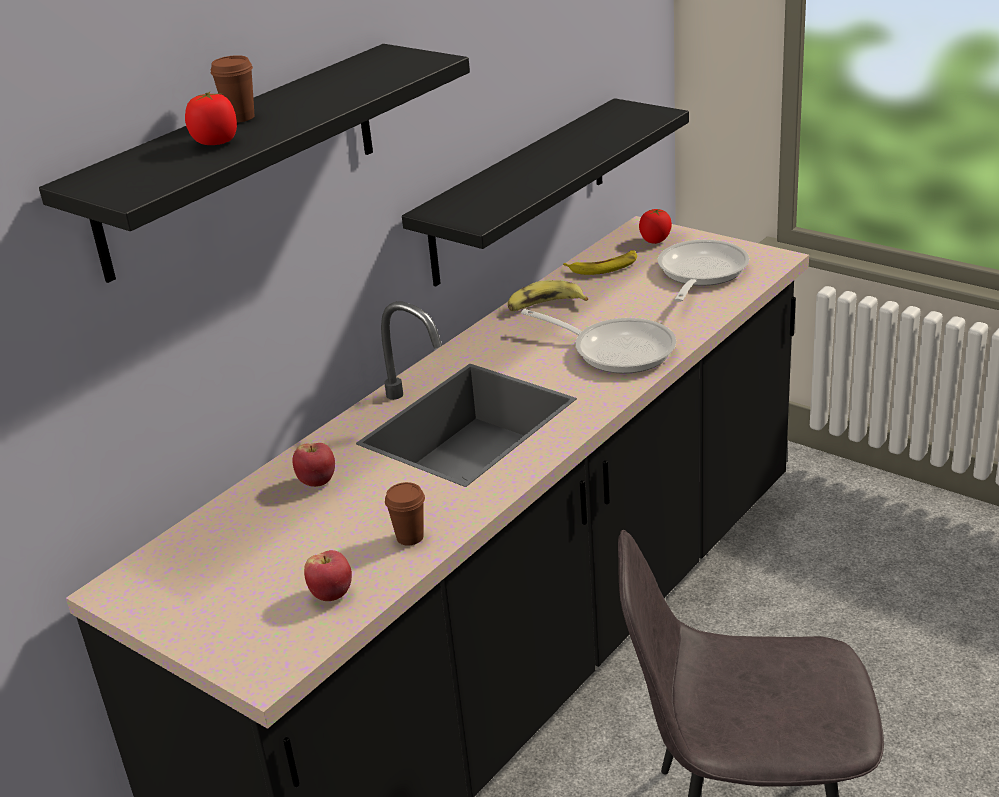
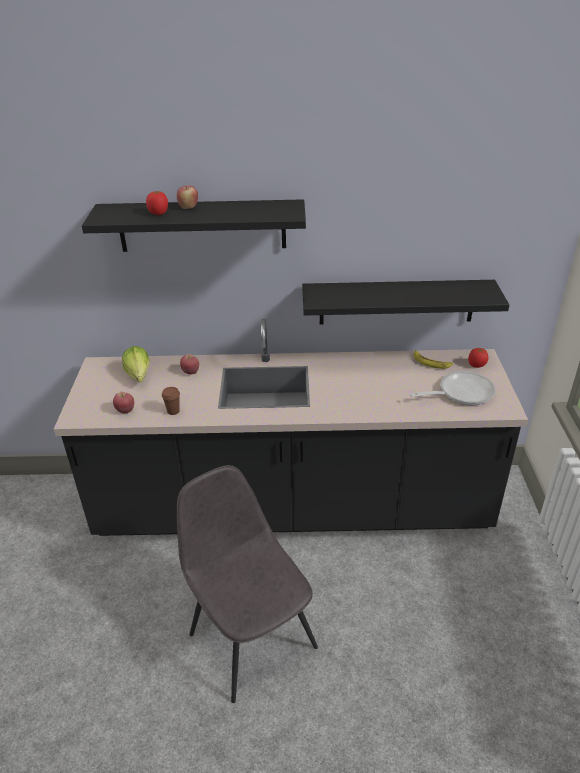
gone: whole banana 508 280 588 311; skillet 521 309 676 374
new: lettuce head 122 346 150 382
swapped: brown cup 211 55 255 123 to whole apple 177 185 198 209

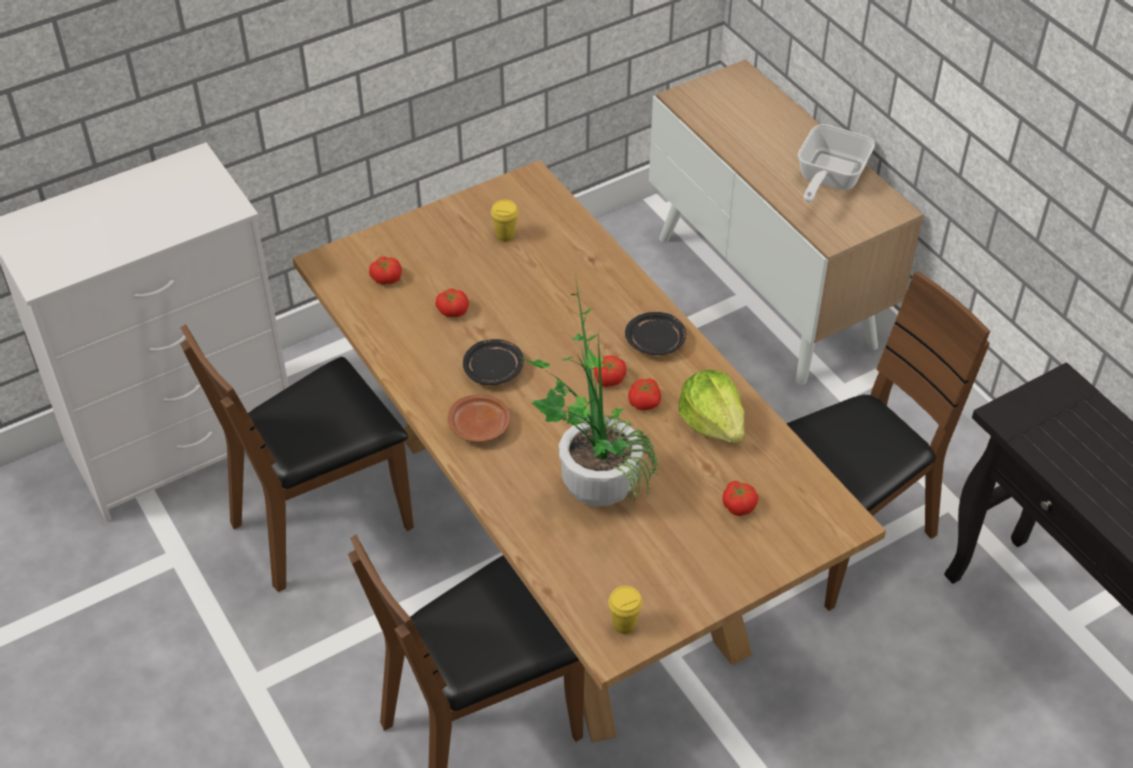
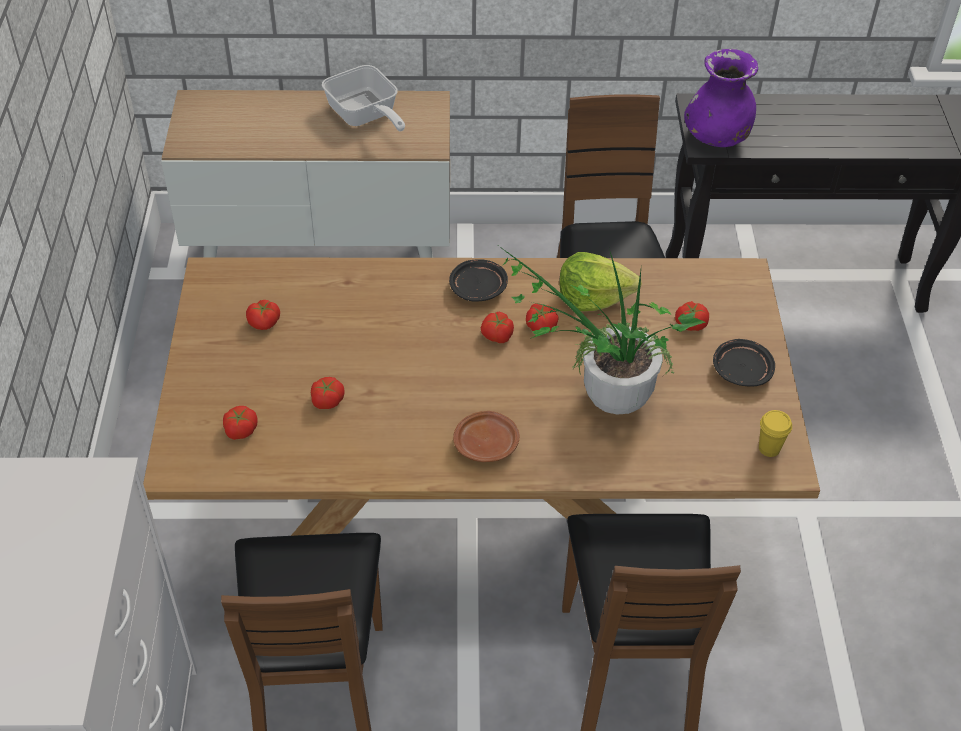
new: purple flower vase 684 49 758 147
shifted: black-coloured plate 463 339 524 385 to 713 339 775 387
swapped: yellow-coloured cup 491 199 518 242 to whole tomato 246 300 280 330

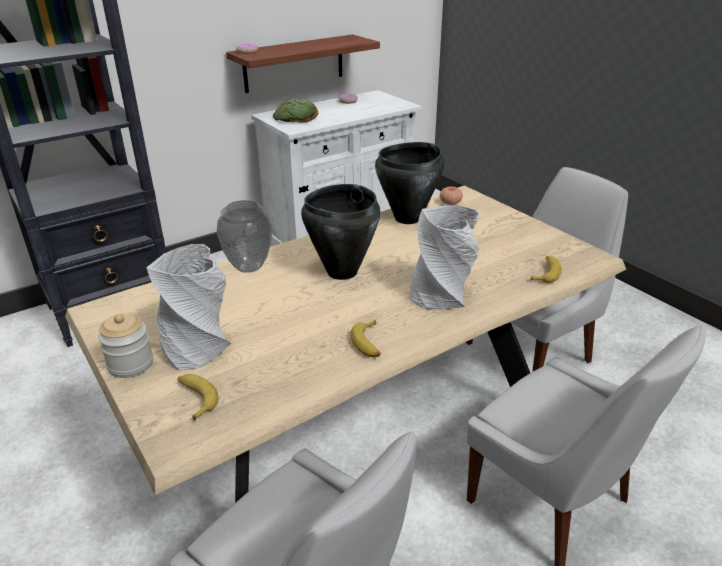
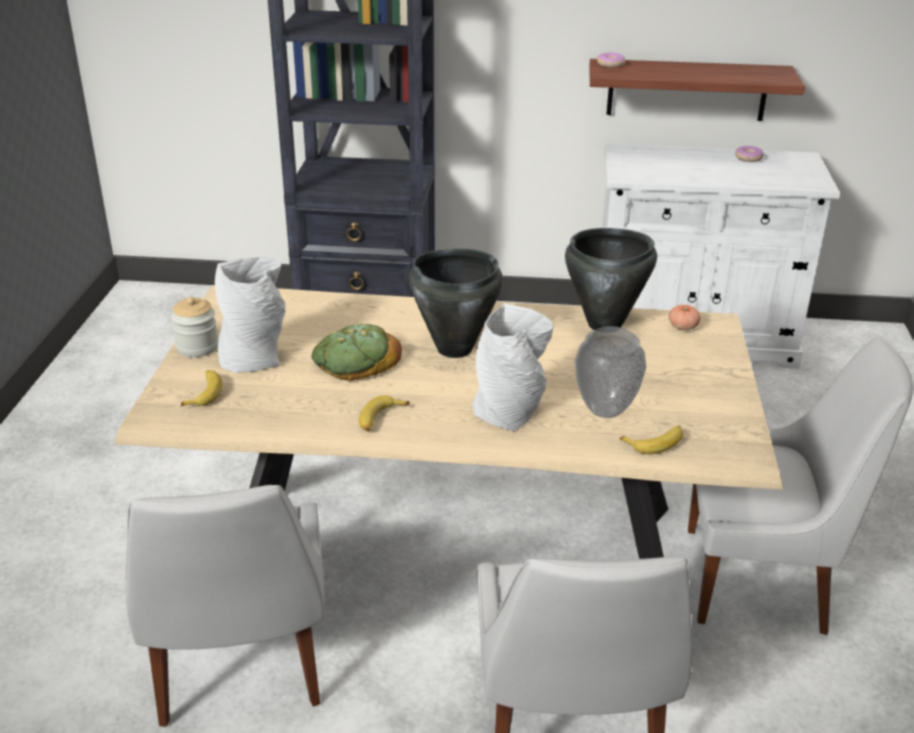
shifted: bakery bread 273 99 318 123 to 311 323 402 381; flower vase 217 200 272 273 to 575 326 646 418

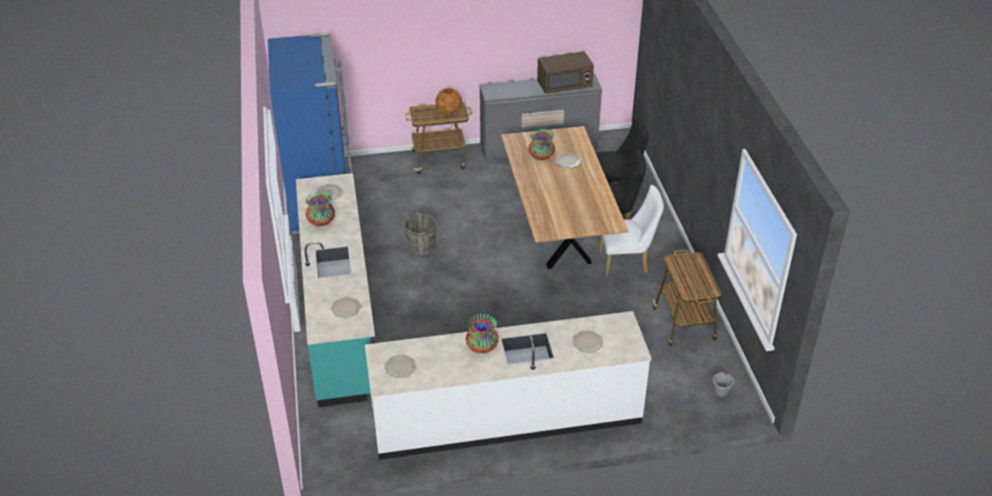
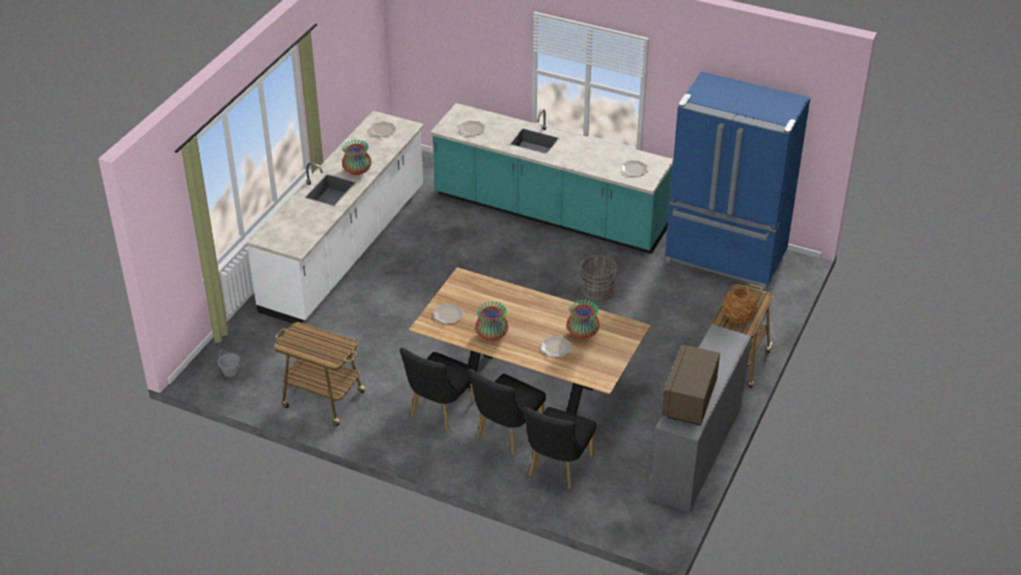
shifted: flower vase 305 191 335 226 to 475 301 508 341; plate 573 331 603 352 to 433 304 464 324
repainted: whitish plain chair 599 185 664 277 to black-coloured plain chair 400 348 477 431

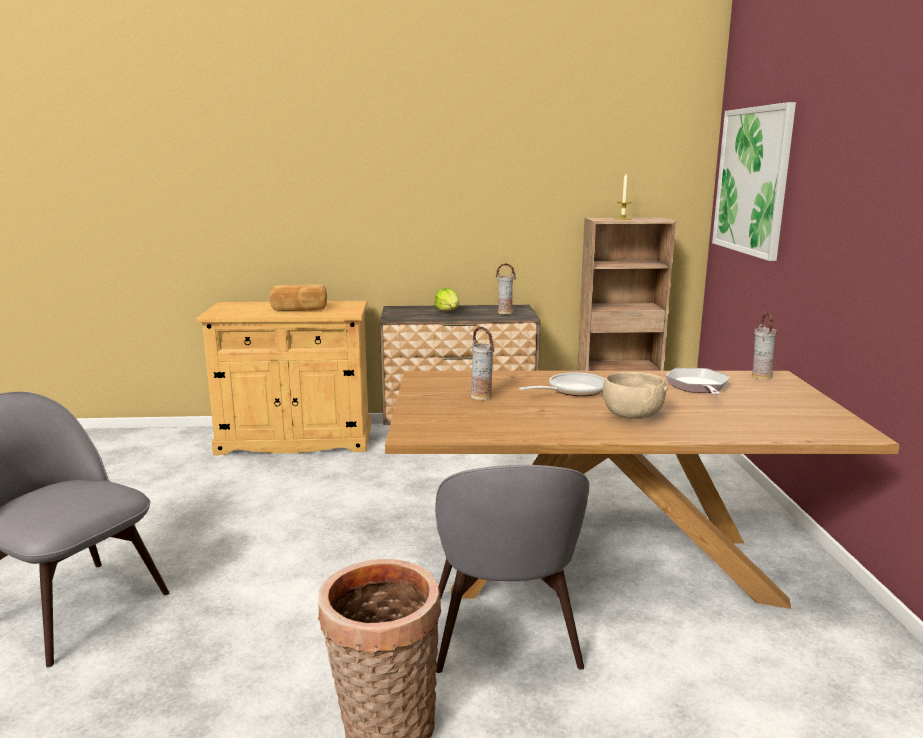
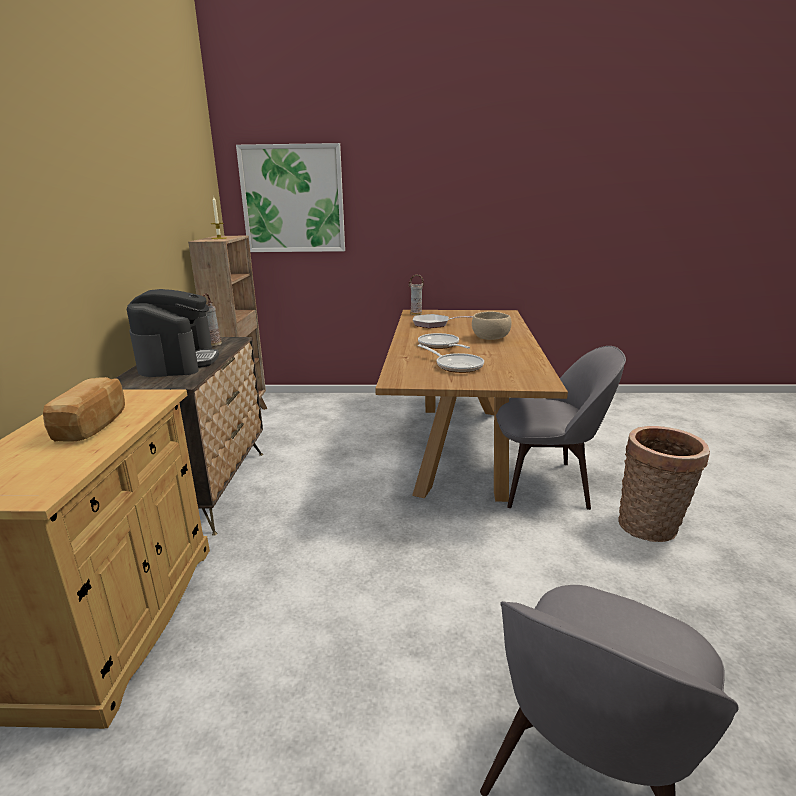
swapped: lettuce head 435 288 460 311 to coffee maker 127 289 219 377; flower vase 471 327 494 400 to skillet 418 344 484 373

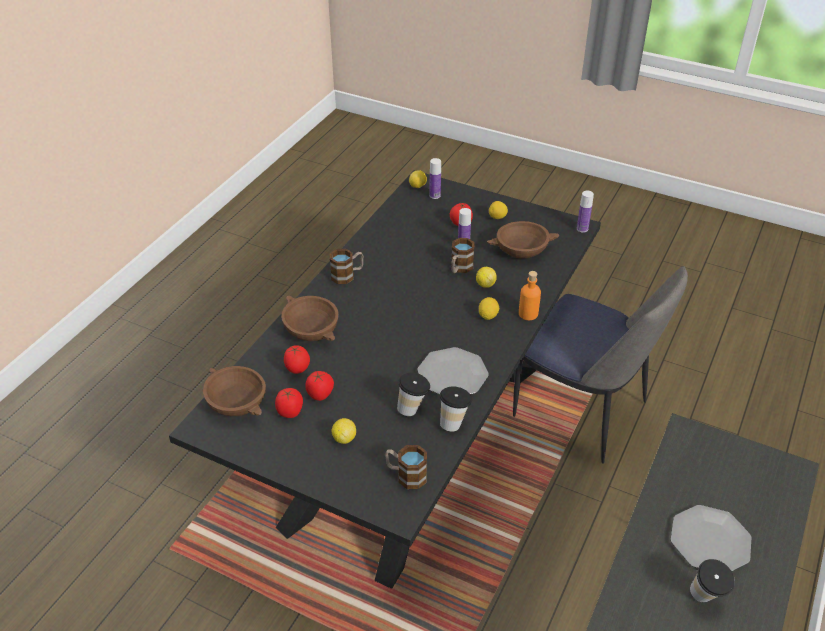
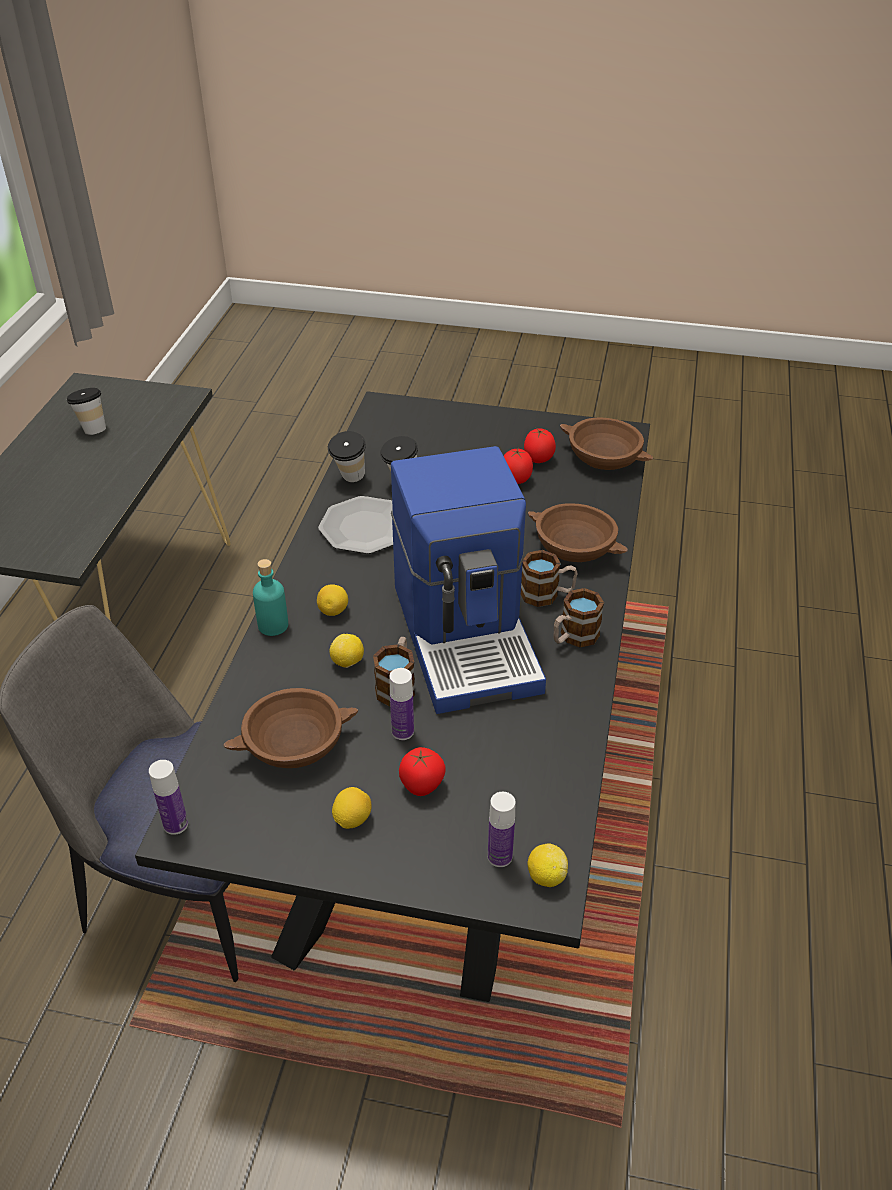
gone: whole tomato 284 345 310 374; citrus fruit 332 418 356 444; plate 671 505 751 571
new: coffee maker 391 446 546 714
shifted: coffee mug 385 445 427 489 to 521 550 578 607
repainted: orange-coloured bottle 519 271 541 320 to turquoise bottle 253 559 288 636

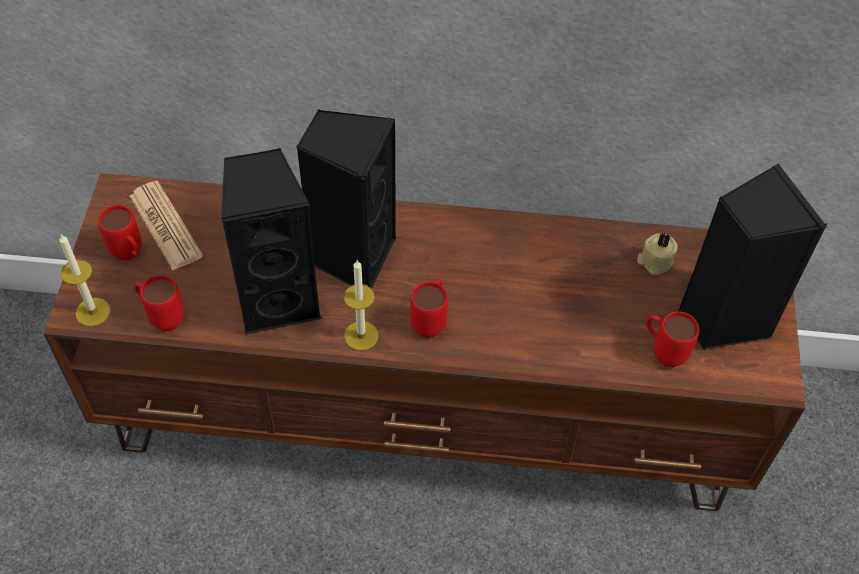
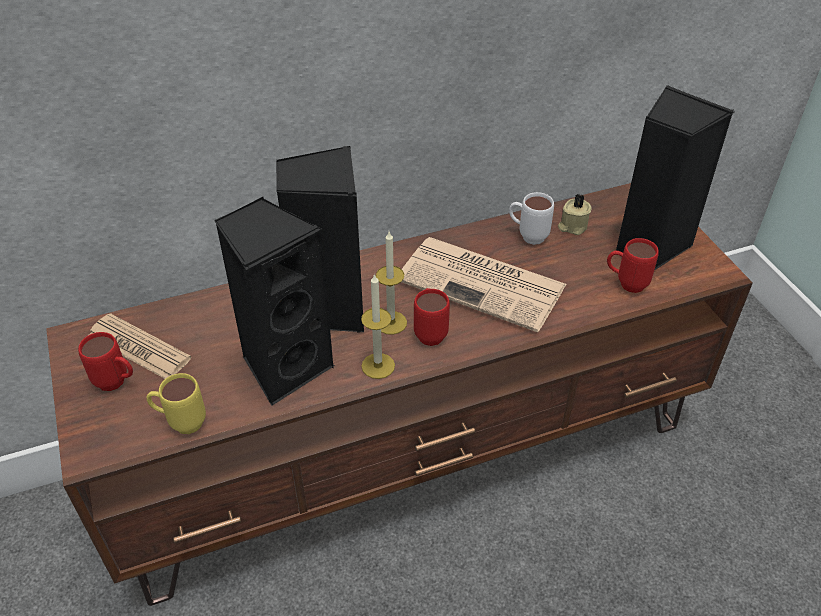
new: whitish coffee mug 509 192 554 245; daily paper 402 237 567 332
shifted: wax light 60 234 110 327 to 376 232 407 335
repainted: red-coloured coffee mug 135 275 185 331 to yellow-coloured coffee mug 147 373 206 434

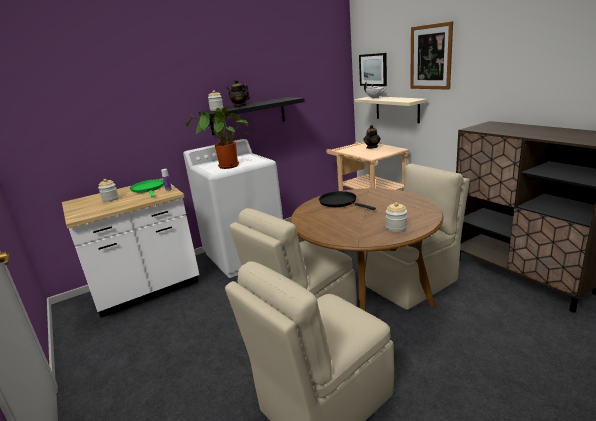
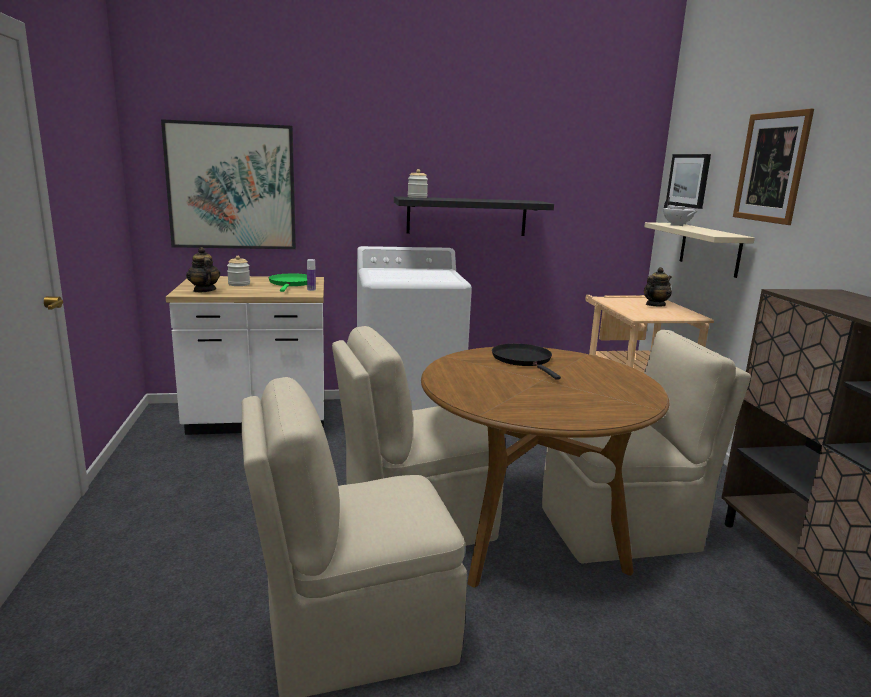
gone: houseplant 185 107 250 169; preserve jar 386 202 407 232
new: wall art 161 119 296 249
shifted: pot for tea 227 79 250 107 to 186 247 220 292

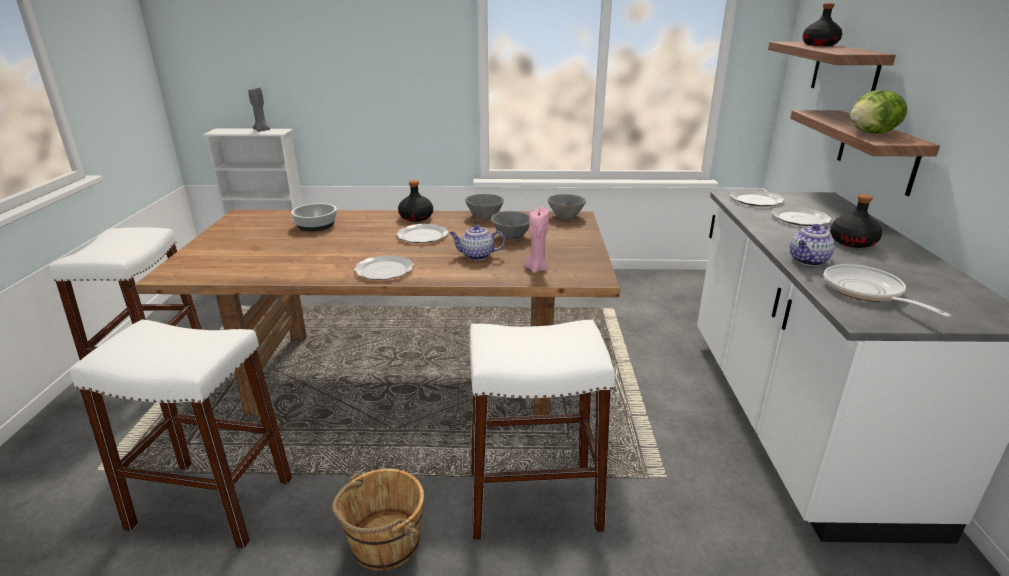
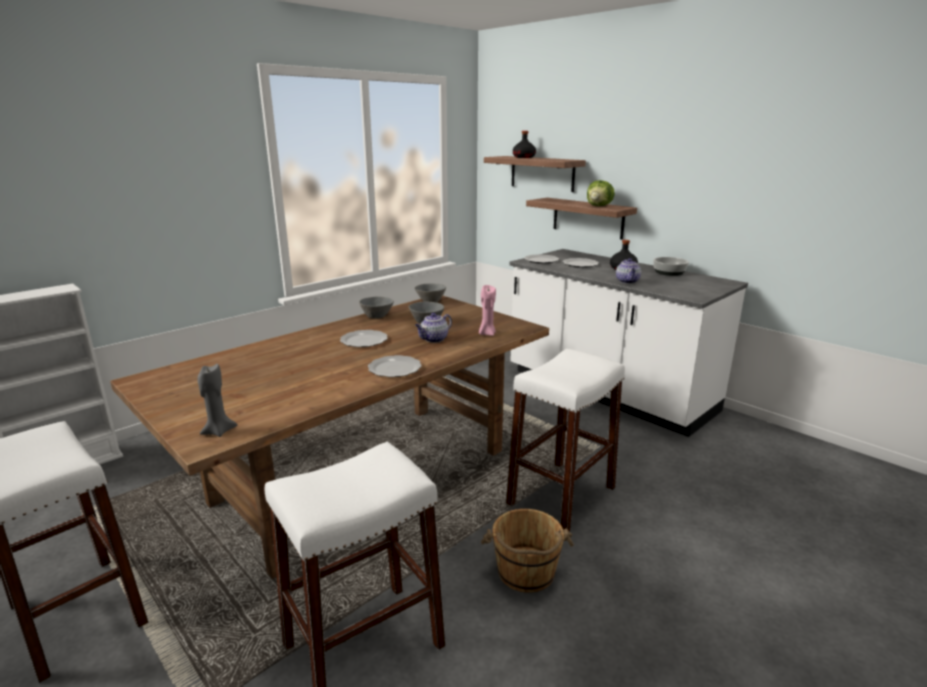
gone: black-coloured bottle 398 180 433 222; skillet 824 264 951 317
shifted: grey wax light 248 87 270 132 to 197 364 237 437; bowl 291 203 337 231 to 653 257 689 276

